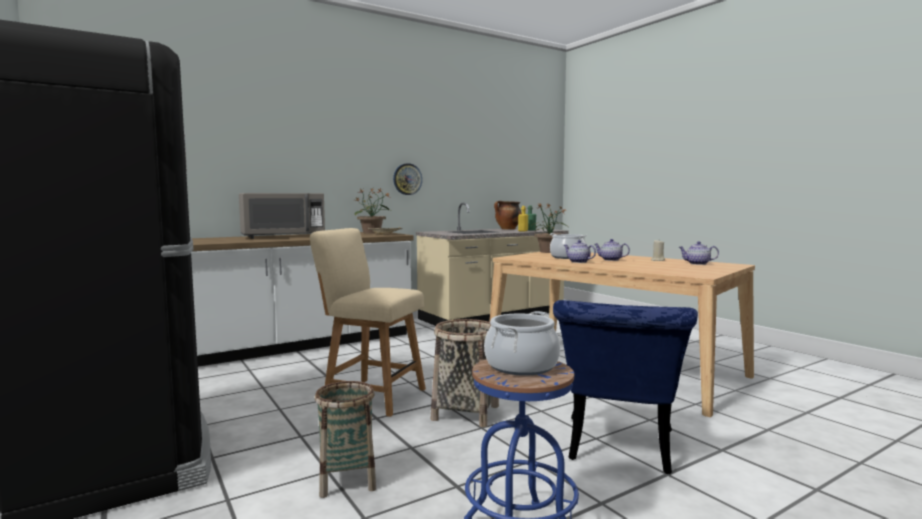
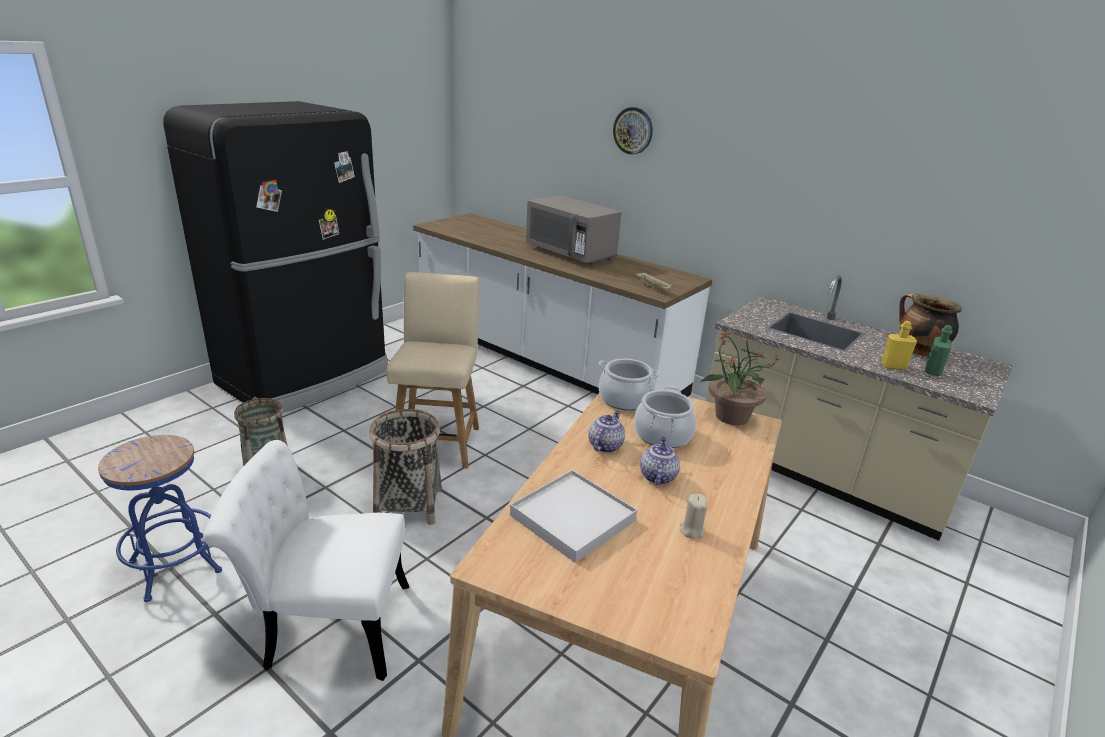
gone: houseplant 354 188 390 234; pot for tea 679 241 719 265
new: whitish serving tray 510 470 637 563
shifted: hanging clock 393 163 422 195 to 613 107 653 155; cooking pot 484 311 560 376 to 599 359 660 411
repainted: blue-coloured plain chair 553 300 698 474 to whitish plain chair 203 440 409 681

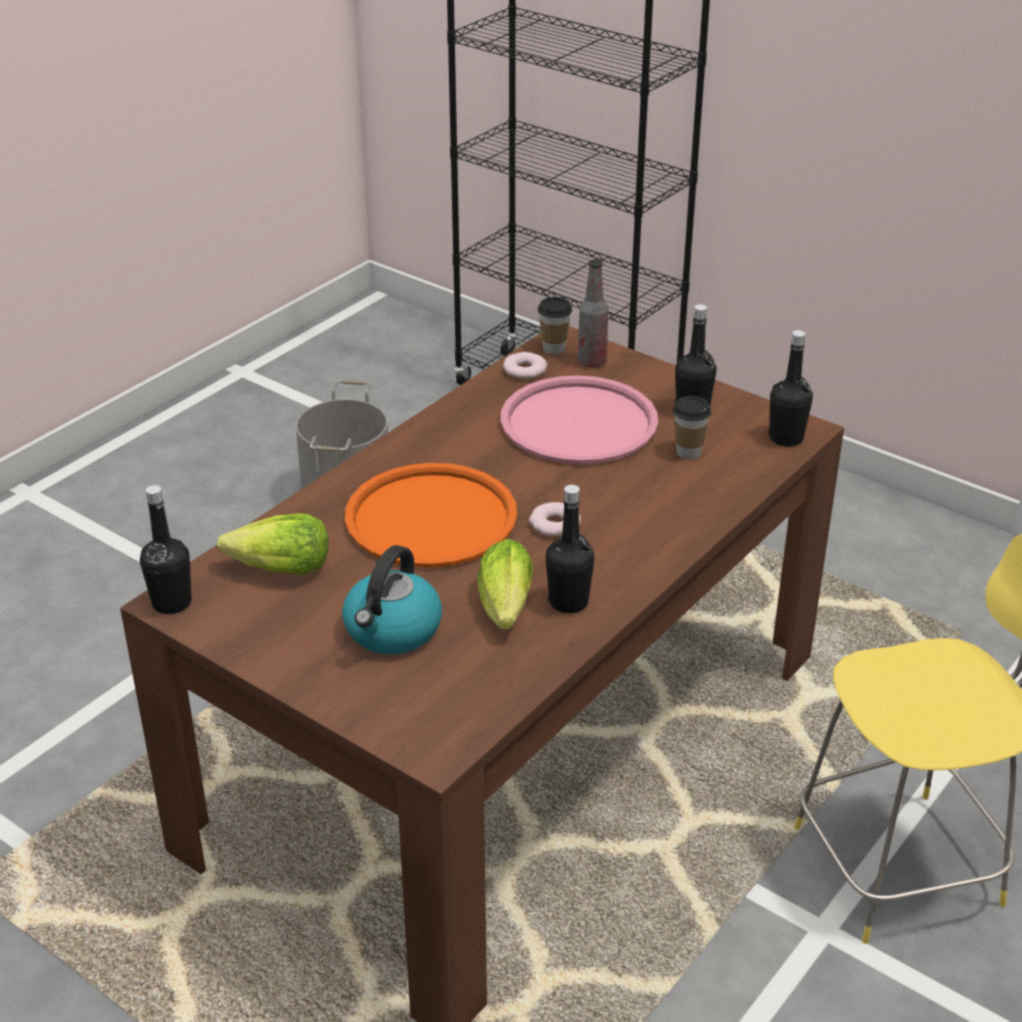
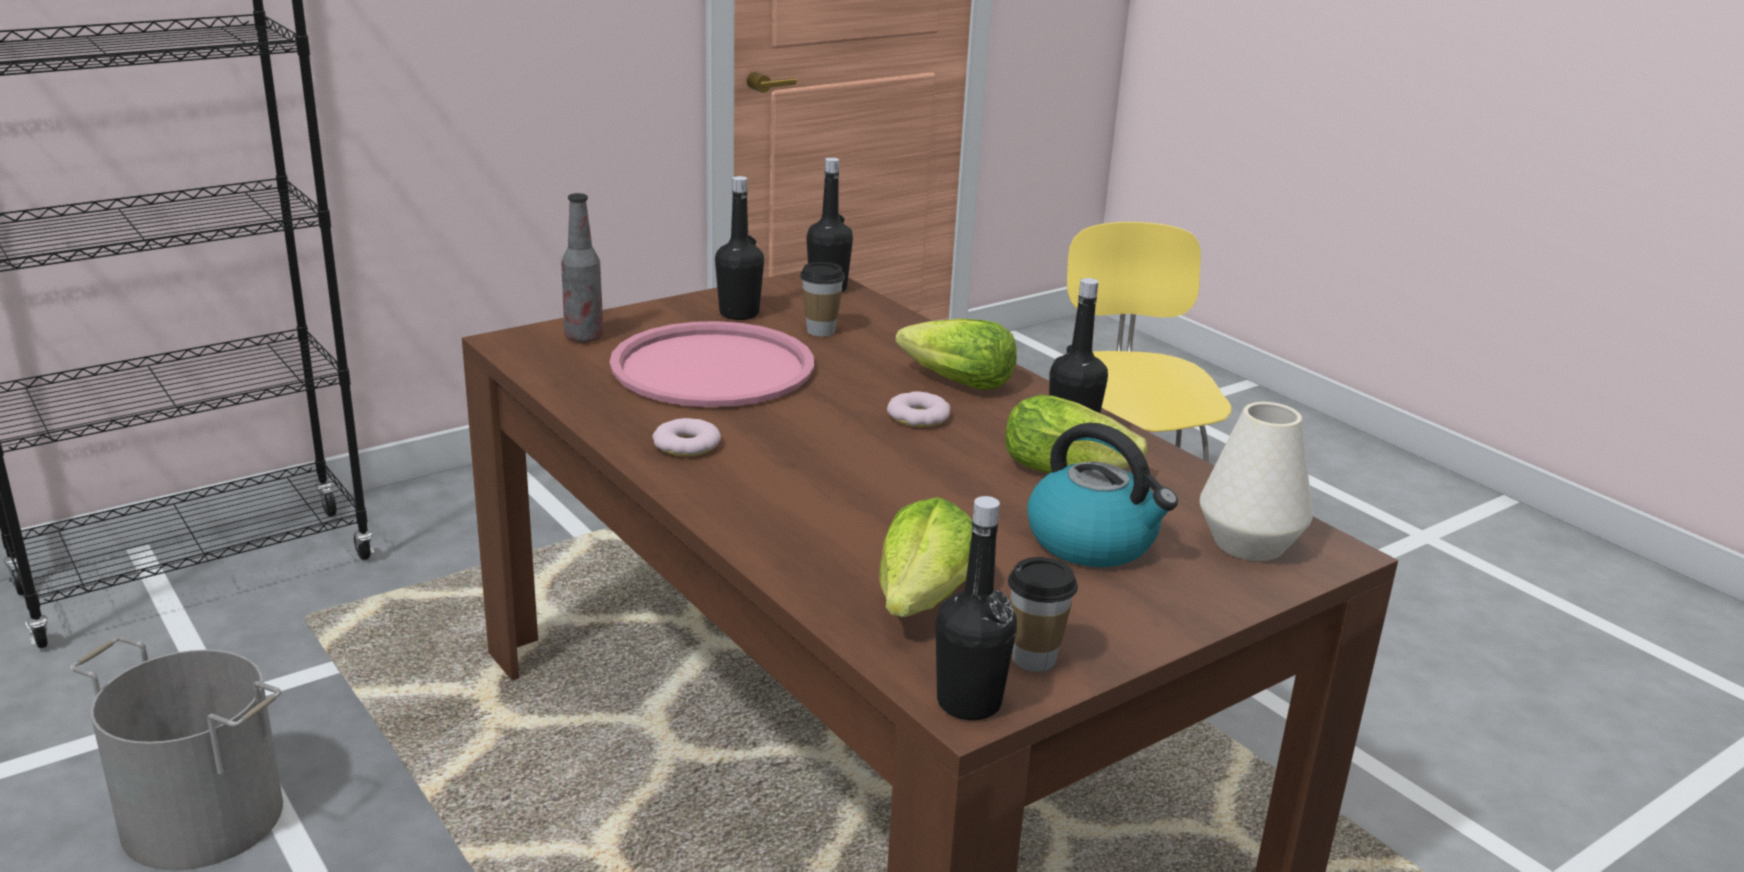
gone: orange-coloured serving tray 345 463 517 568
new: lettuce head 895 319 1017 390; whitish flower vase 1200 402 1313 561
shifted: cup 538 297 572 355 to 1008 557 1078 672; doughnut 503 352 547 379 to 652 418 721 457

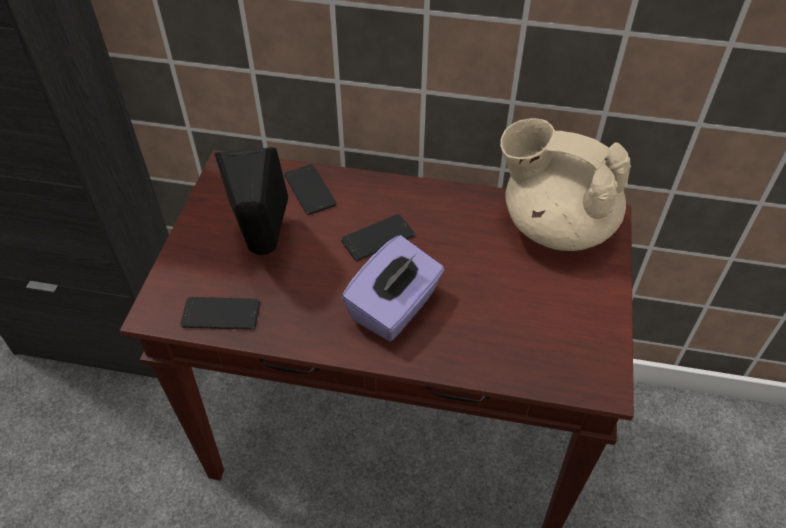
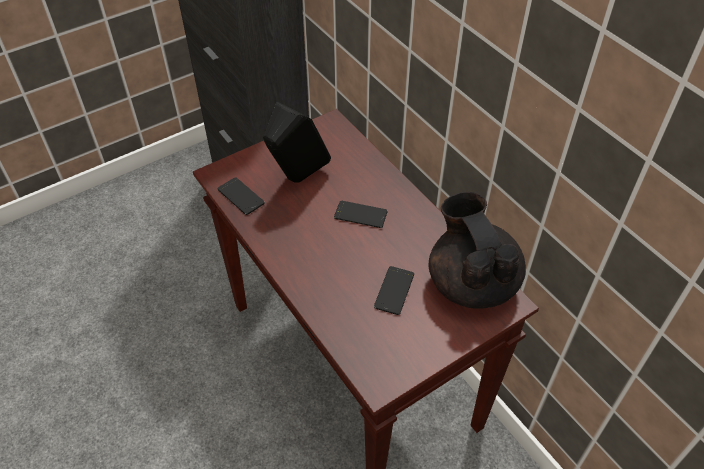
gone: purple box of tissues 342 235 444 341
shifted: telephone 284 164 336 215 to 374 266 414 315
repainted: sand-coloured pot for tea 500 118 631 251 to black-coloured pot for tea 429 192 526 309

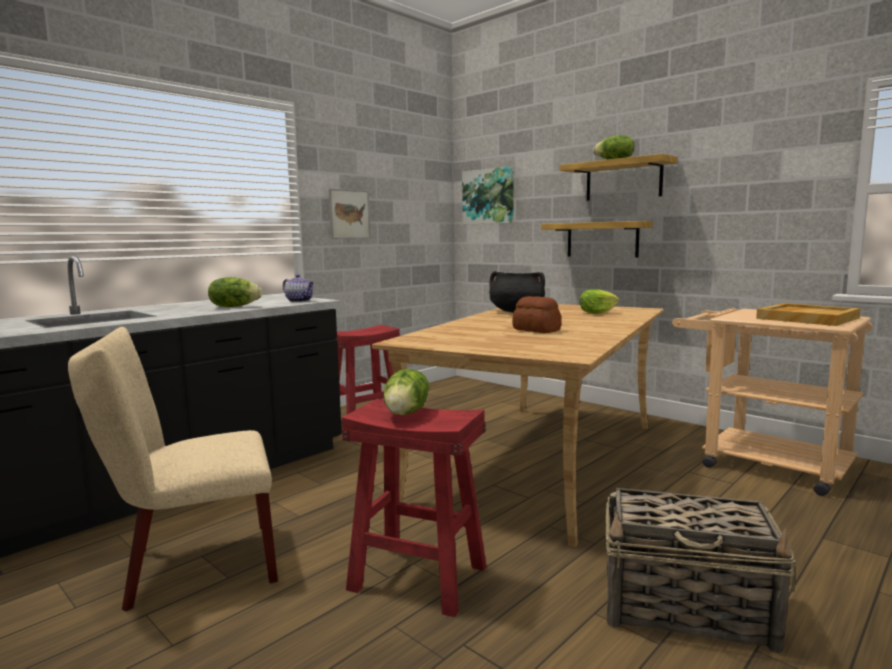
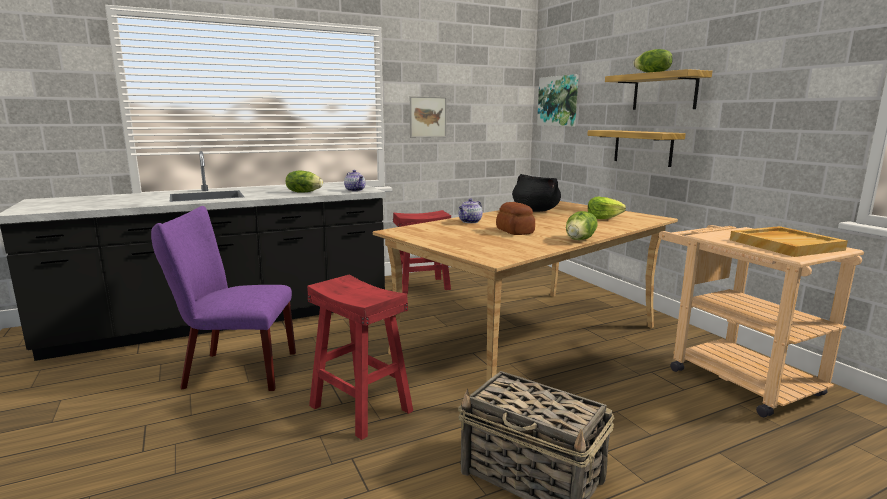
new: pot for tea 459 199 483 223
shifted: lettuce head 384 369 429 415 to 566 211 597 240
repainted: sand-coloured plain chair 68 327 278 612 to purple plain chair 151 206 296 391

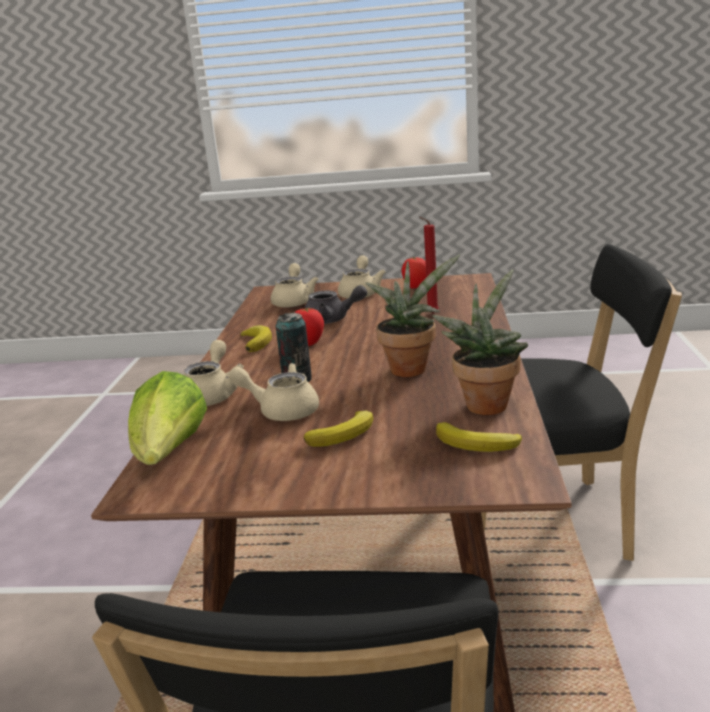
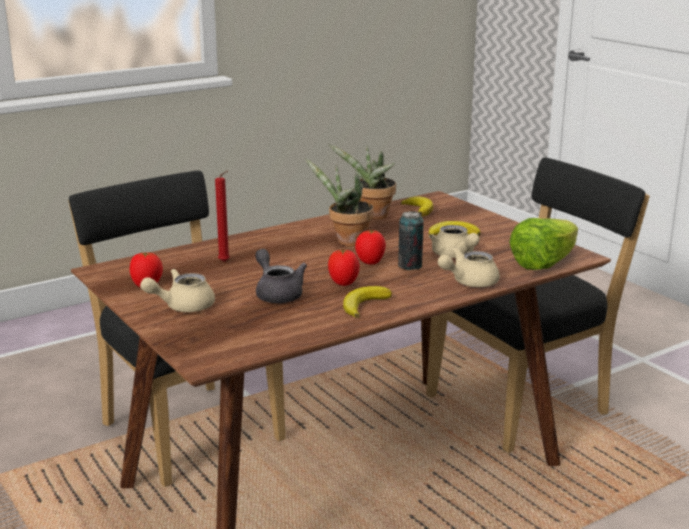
gone: sand-coloured pot for tea 271 263 318 308
new: whole tomato 355 230 386 265

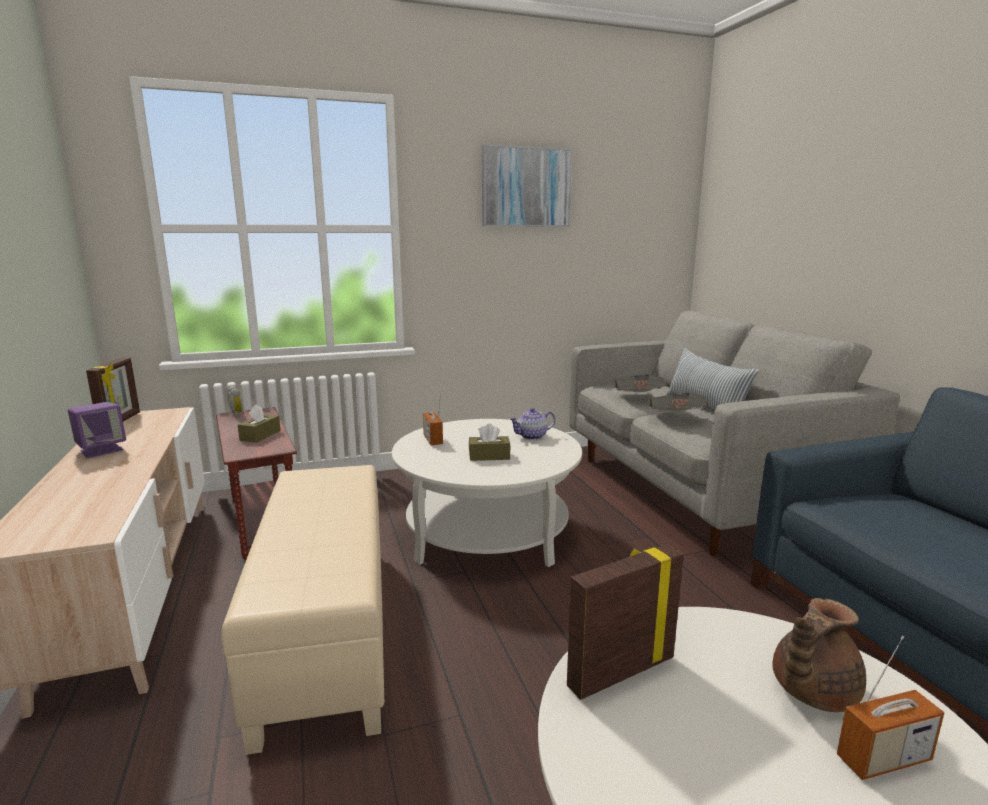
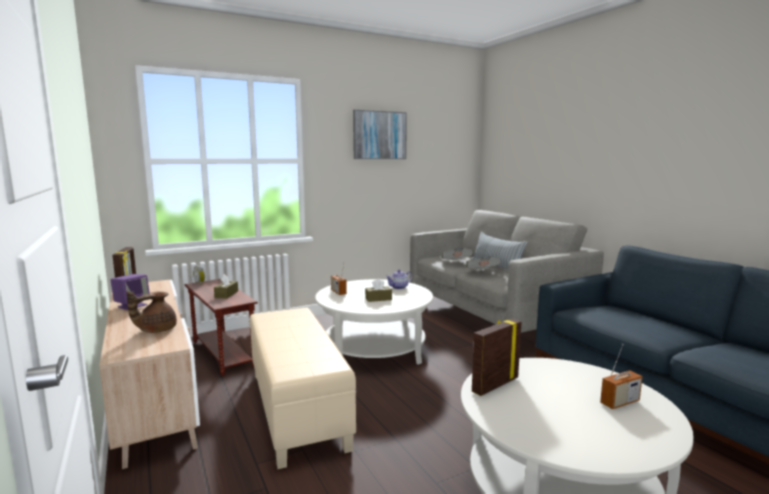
shifted: brown pot for tea 772 598 866 712 to 127 291 177 333

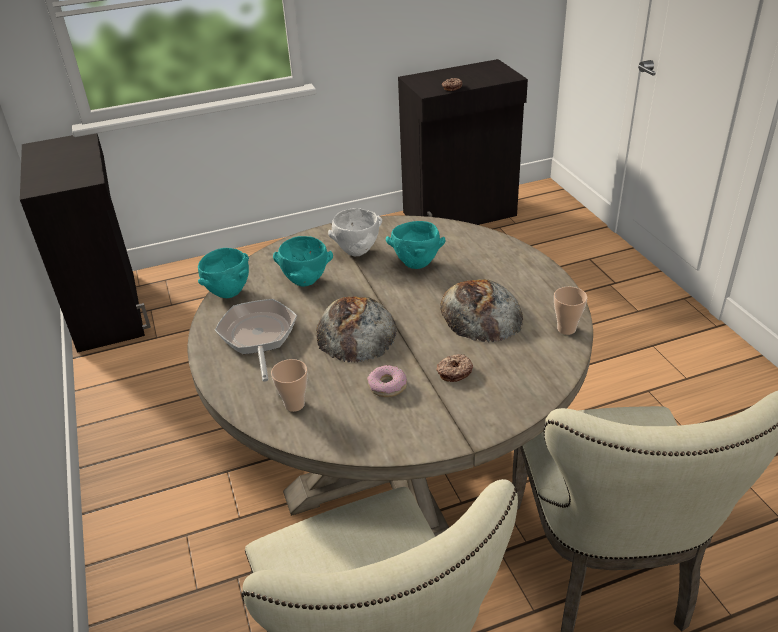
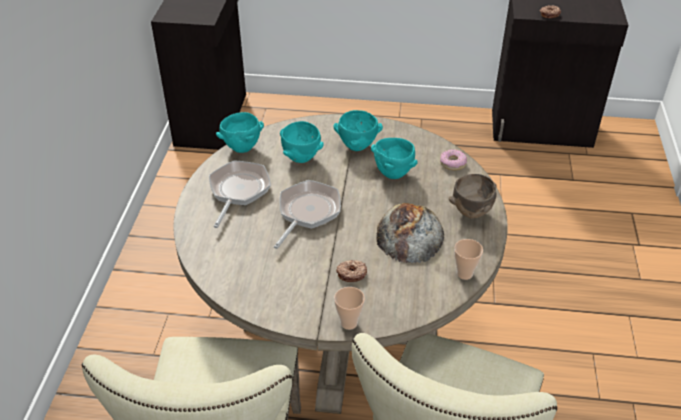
new: brown bowl 449 174 497 219
shifted: cup 271 359 308 412 to 334 287 365 330; doughnut 367 365 407 397 to 440 149 467 170
swapped: bakery bread 316 297 397 363 to skillet 274 180 341 249
repainted: whitish bowl 328 208 382 257 to turquoise bowl 334 110 383 151

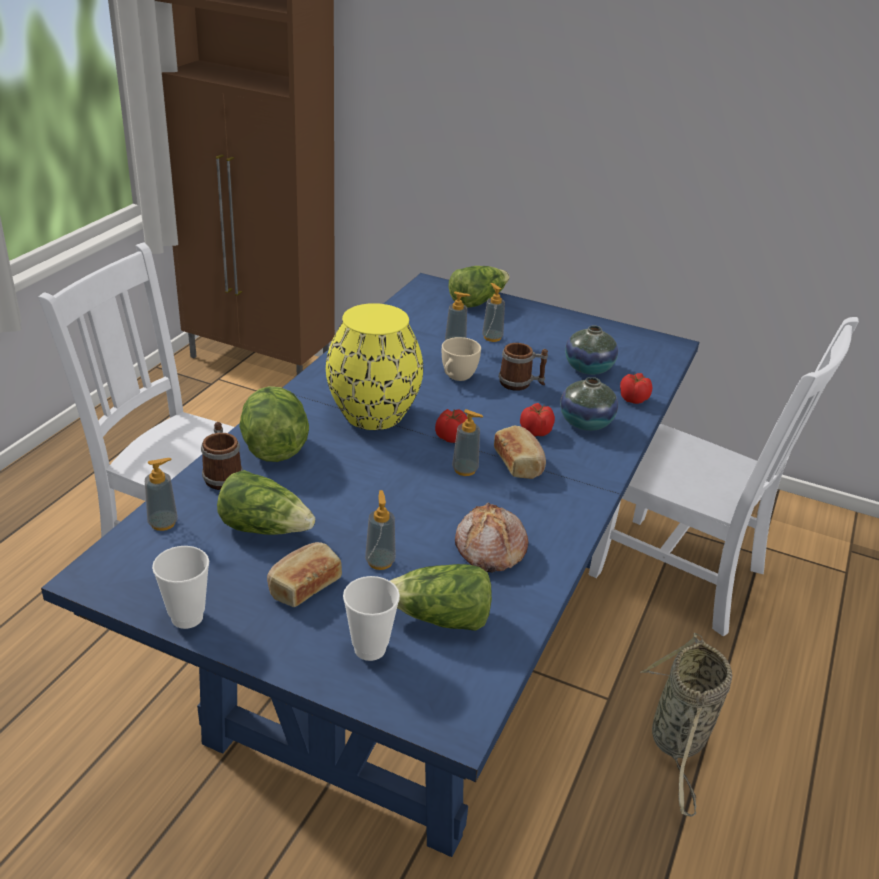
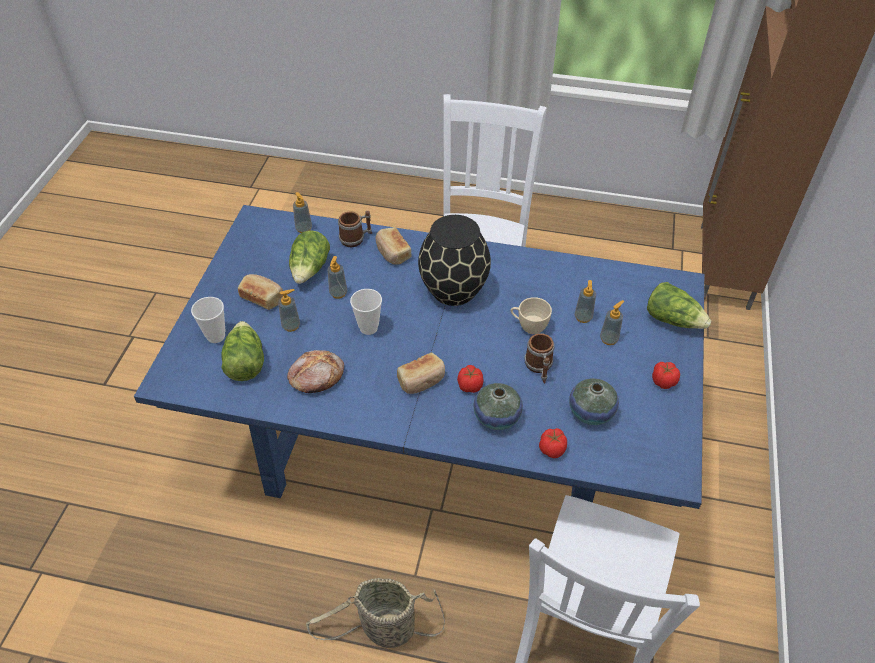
shifted: whole tomato 435 409 468 443 to 652 362 680 389; soap dispenser 452 409 483 476 to 328 256 347 299; cup 152 546 209 629 to 350 289 382 335
swapped: lettuce head 239 386 309 462 to bakery bread 376 227 411 265
repainted: yellow-coloured flower vase 326 303 423 430 to black-coloured flower vase 418 215 491 306

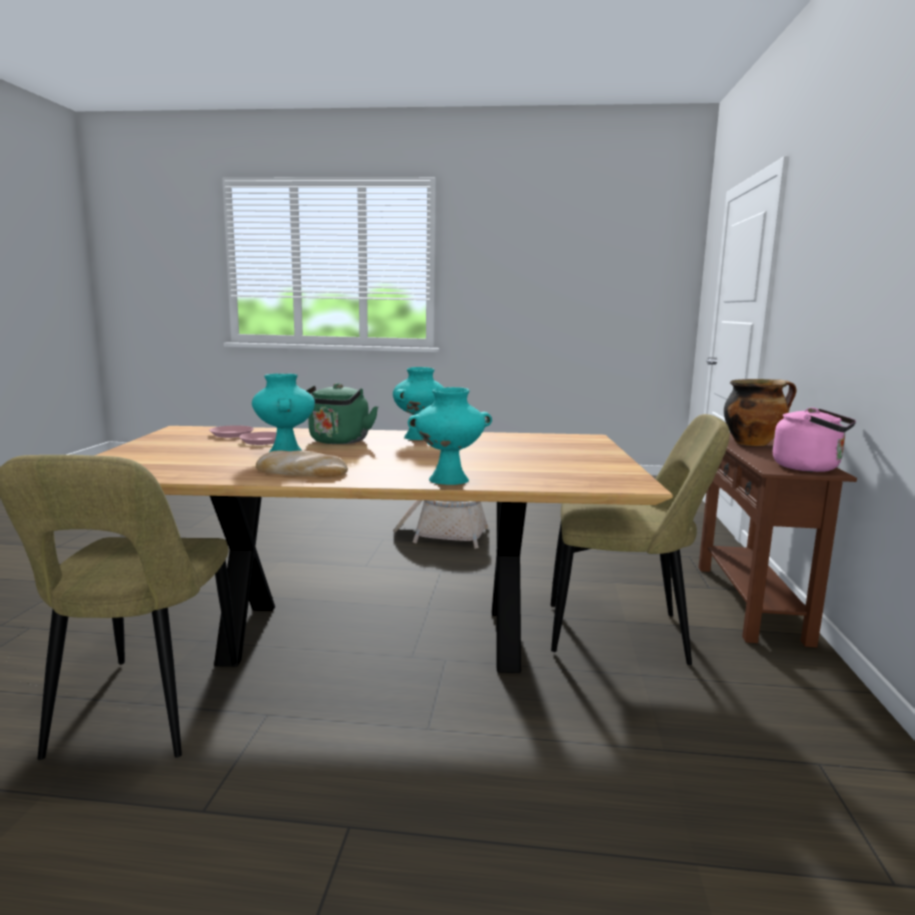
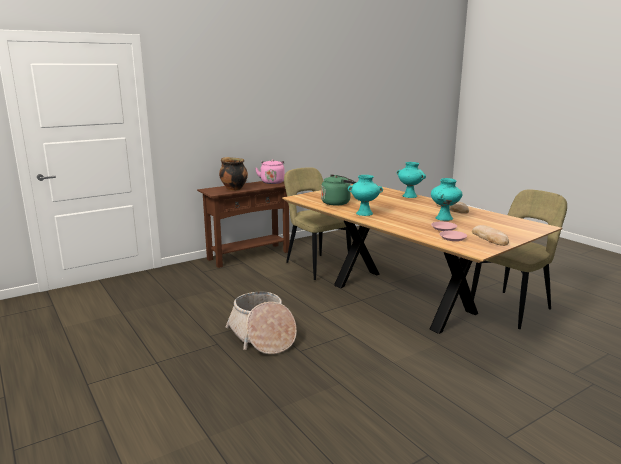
new: bakery bread 472 225 509 246
shifted: green-coloured tea kettle 306 383 378 444 to 321 174 356 205

